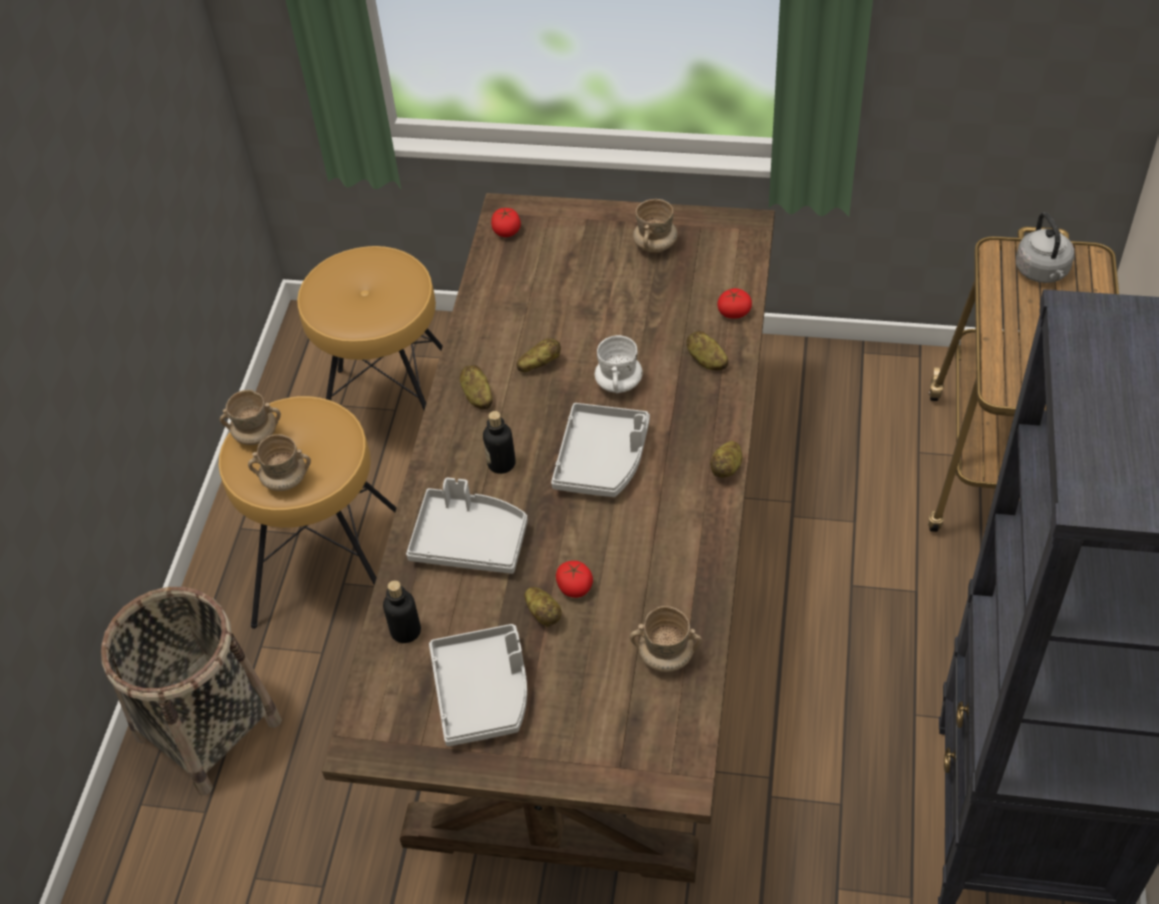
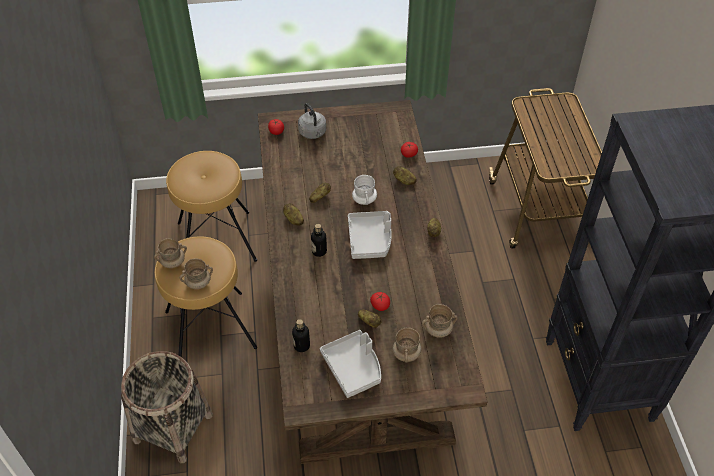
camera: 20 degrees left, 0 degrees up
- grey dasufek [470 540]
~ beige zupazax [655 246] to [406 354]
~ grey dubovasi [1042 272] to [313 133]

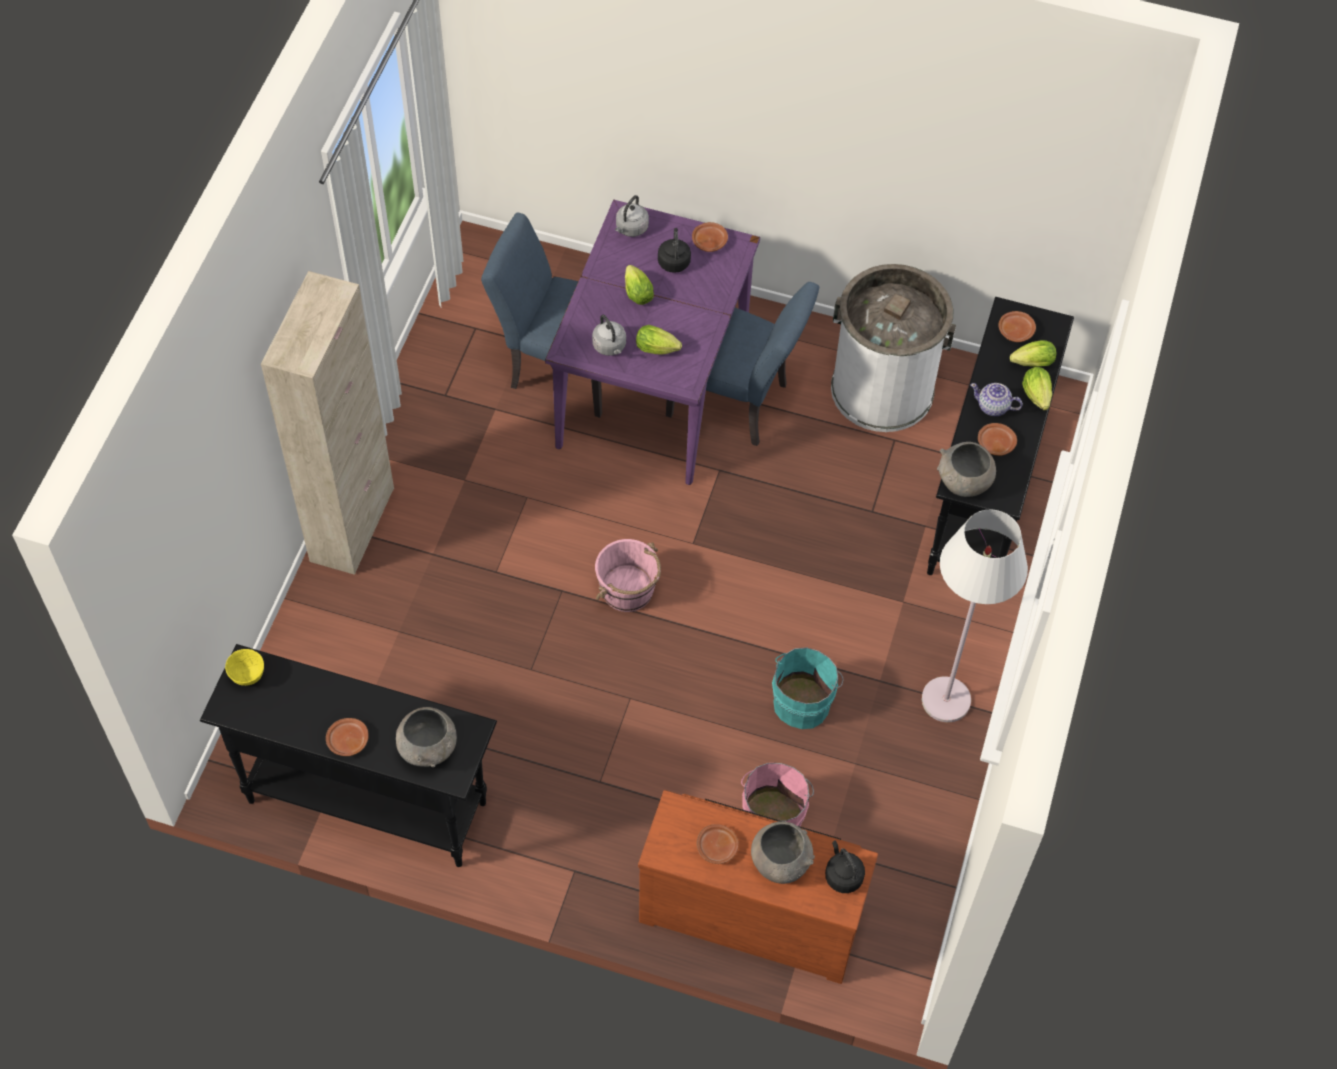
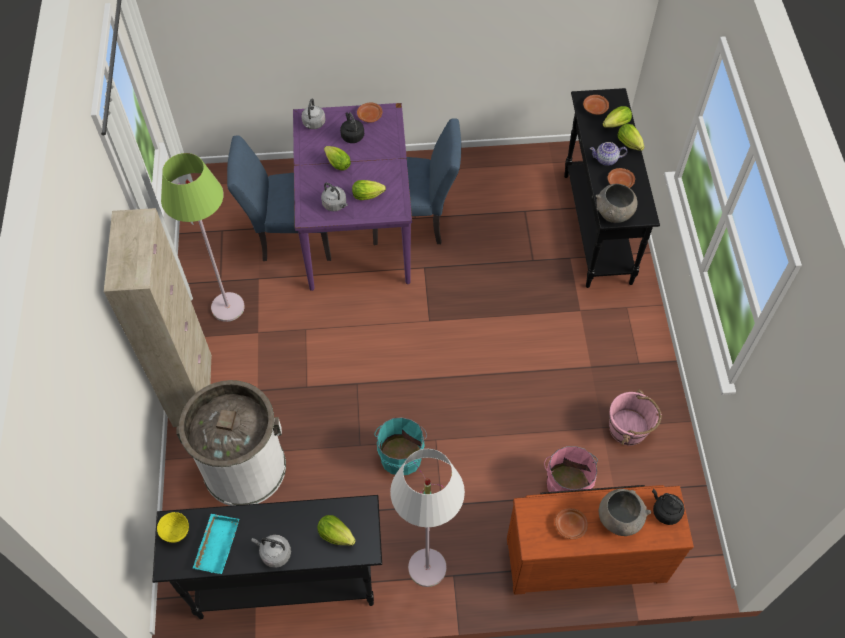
camera: 20 degrees left, 0 degrees up
~ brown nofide [347 741] to grey dubovasi [274 553]
~ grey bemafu [428 749] to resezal [338 536]
~ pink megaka [628 590] to [629 428]
~ turquoise megaka [803 701] to [401 454]
~ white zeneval [882 389] to [244 467]
~ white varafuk [945 700] to [427 568]
+ green varafuk [227 307]
+ turquoise dasufek [216 544]

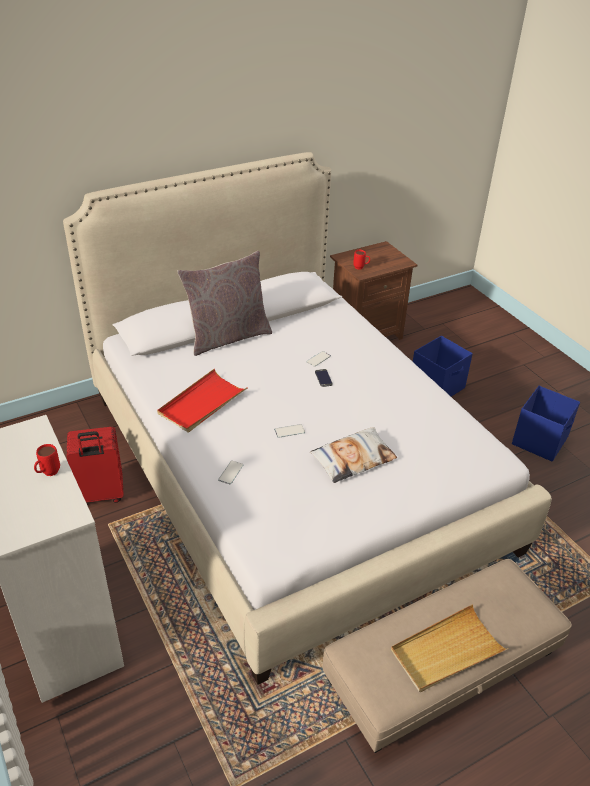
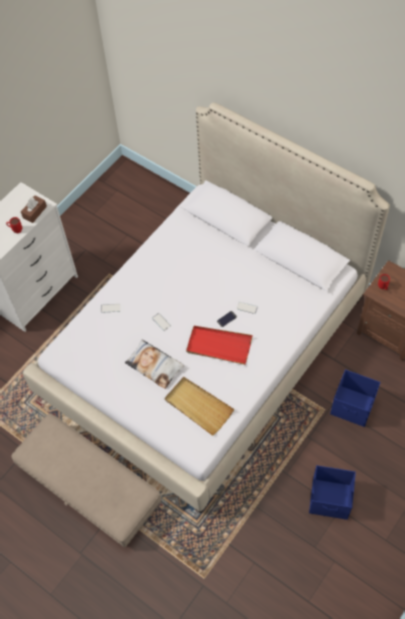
camera: 70 degrees right, 20 degrees up
- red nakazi [100 495]
~ red dasufek [202 403] to [219 346]
- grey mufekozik [227 337]
~ beige dasufek [446 651] to [198 406]
+ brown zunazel [34 212]

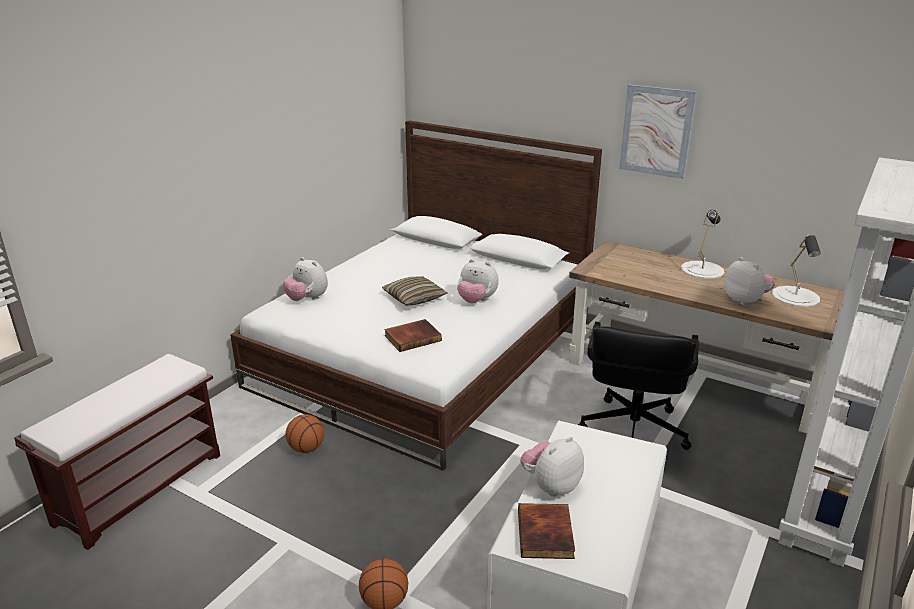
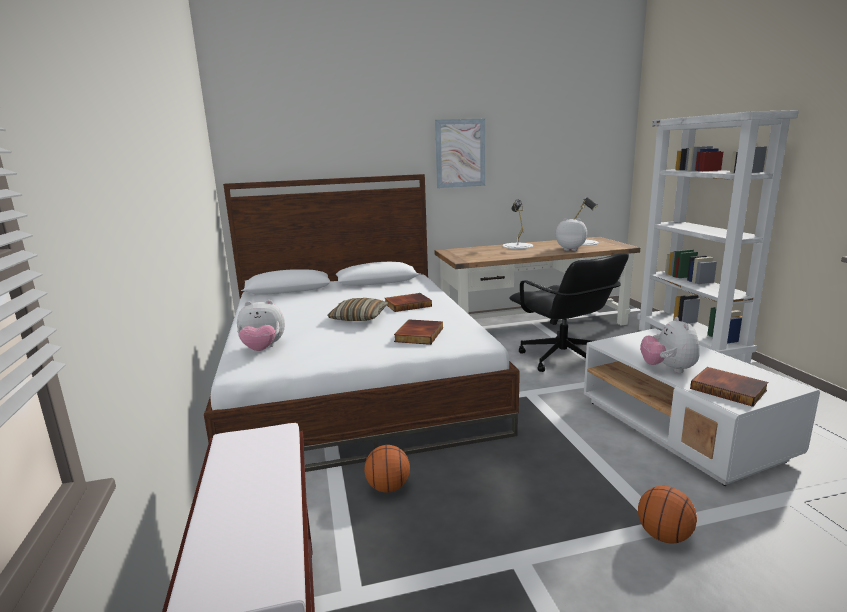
camera: 45 degrees left, 10 degrees down
~ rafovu [476 301] to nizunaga [408 304]

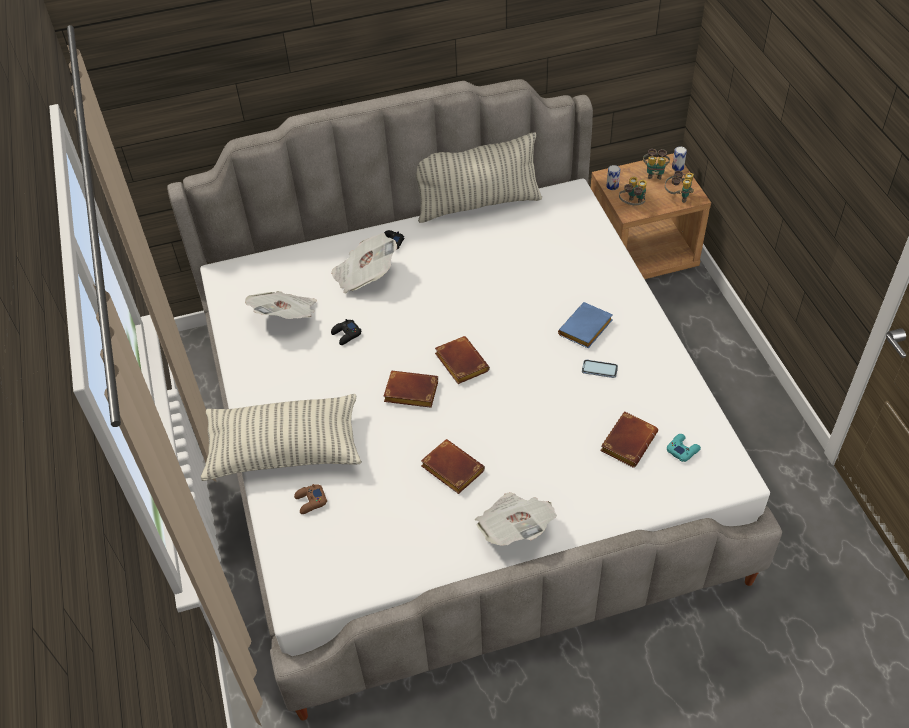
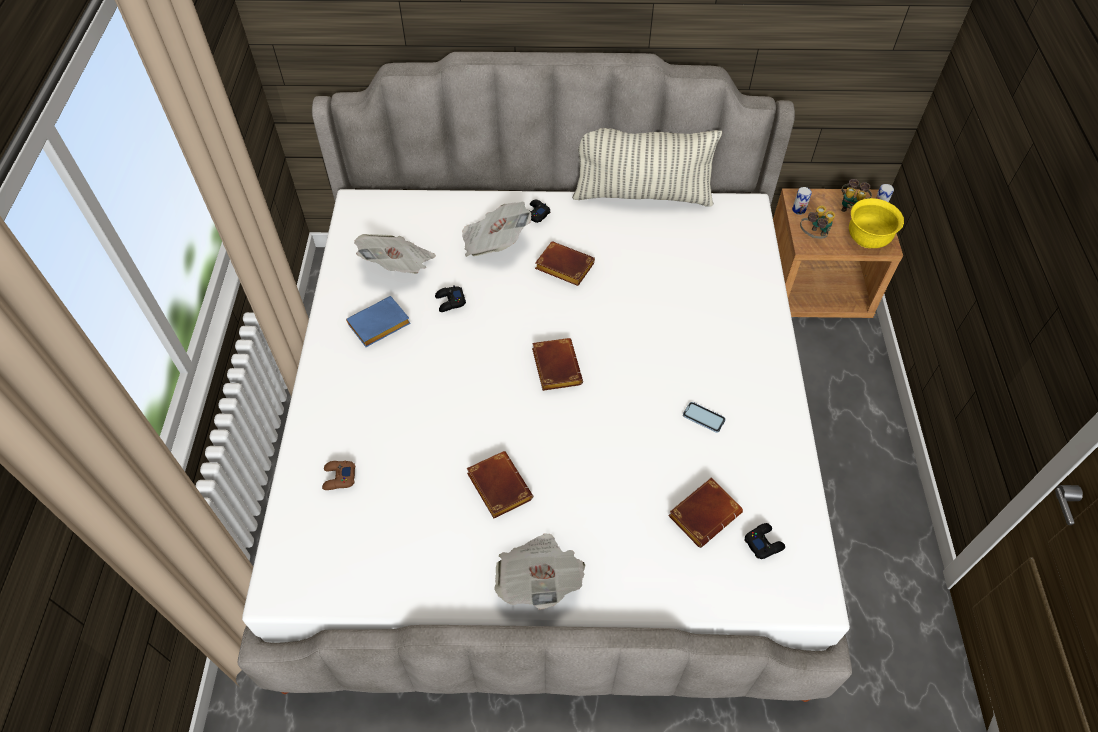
camera: 15 degrees right, 5 degrees up
- mufekozik [285 449]
~ brown nizunaga [409 393] to [562 267]
~ blue nizunaga [586 330] to [378 326]
~ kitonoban [677 196] to yellow bemafu [867 239]
~ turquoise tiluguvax [682 449] to black tiluguvax [763 543]

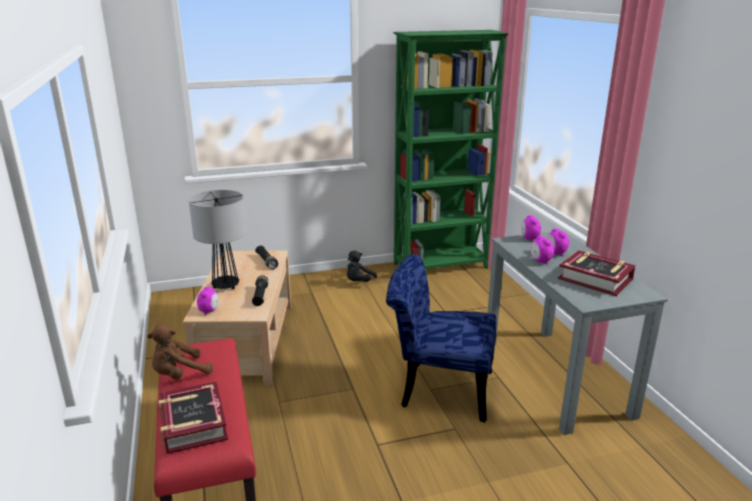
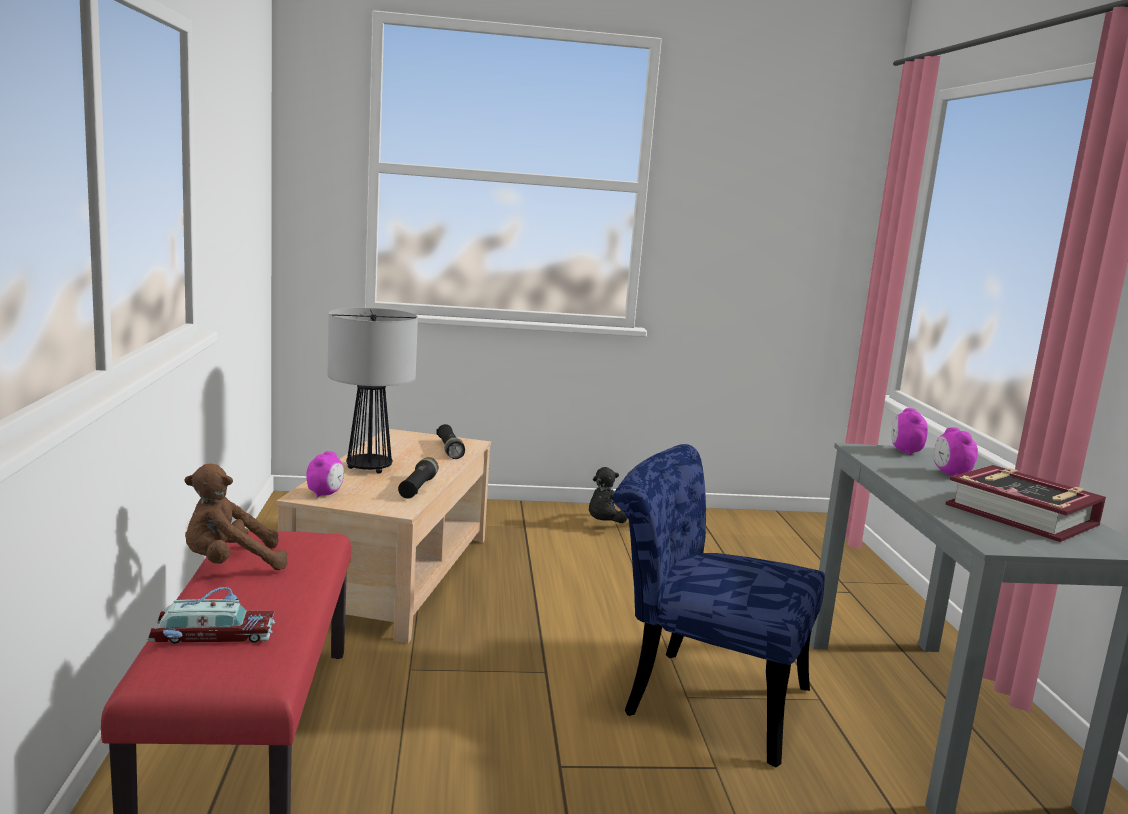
camera: 10 degrees right, 10 degrees down
~ nizunaga [193 424] to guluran [212 633]
- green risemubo [441 266]
- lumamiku [540 261]

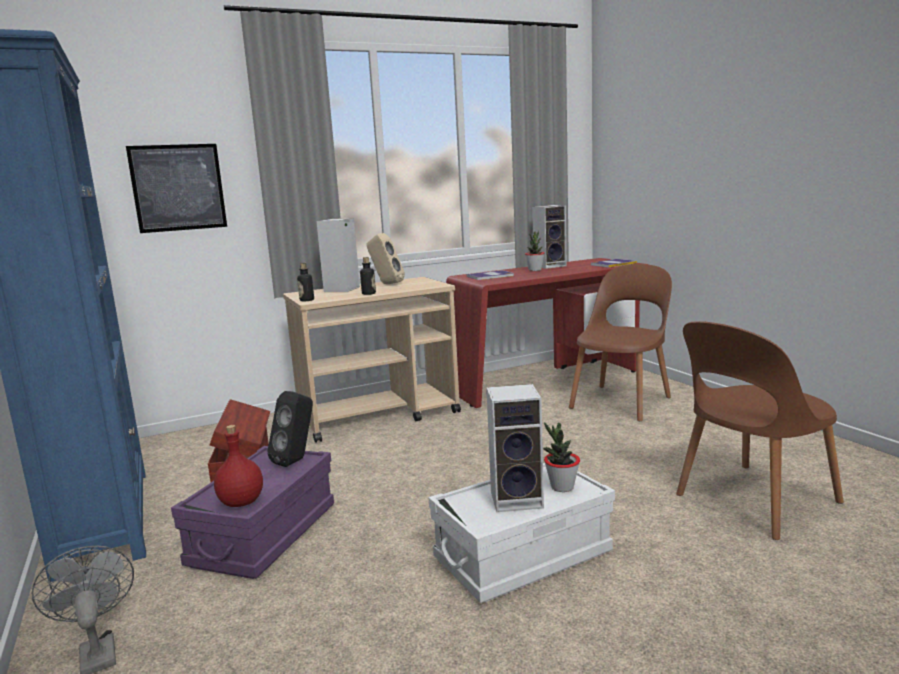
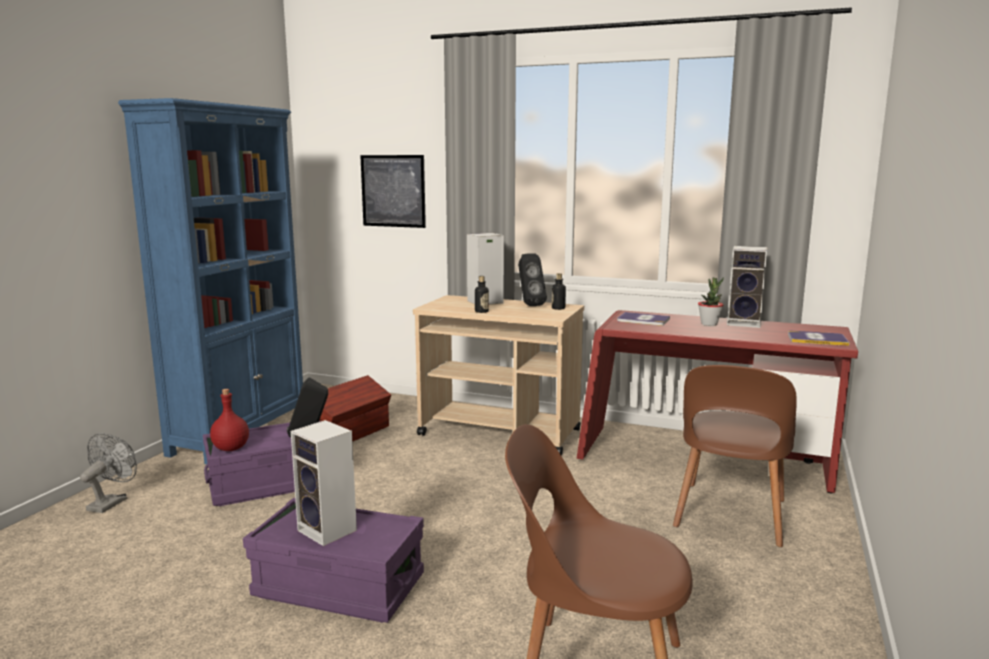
camera: 45 degrees right, 0 degrees up
~ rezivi [307 300] to [558 308]
~ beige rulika [386 284] to black rulika [529 305]
~ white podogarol [523 556] to purple podogarol [339 587]
- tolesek [562 487]
~ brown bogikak [622 401] = [729 516] 120 degrees clockwise

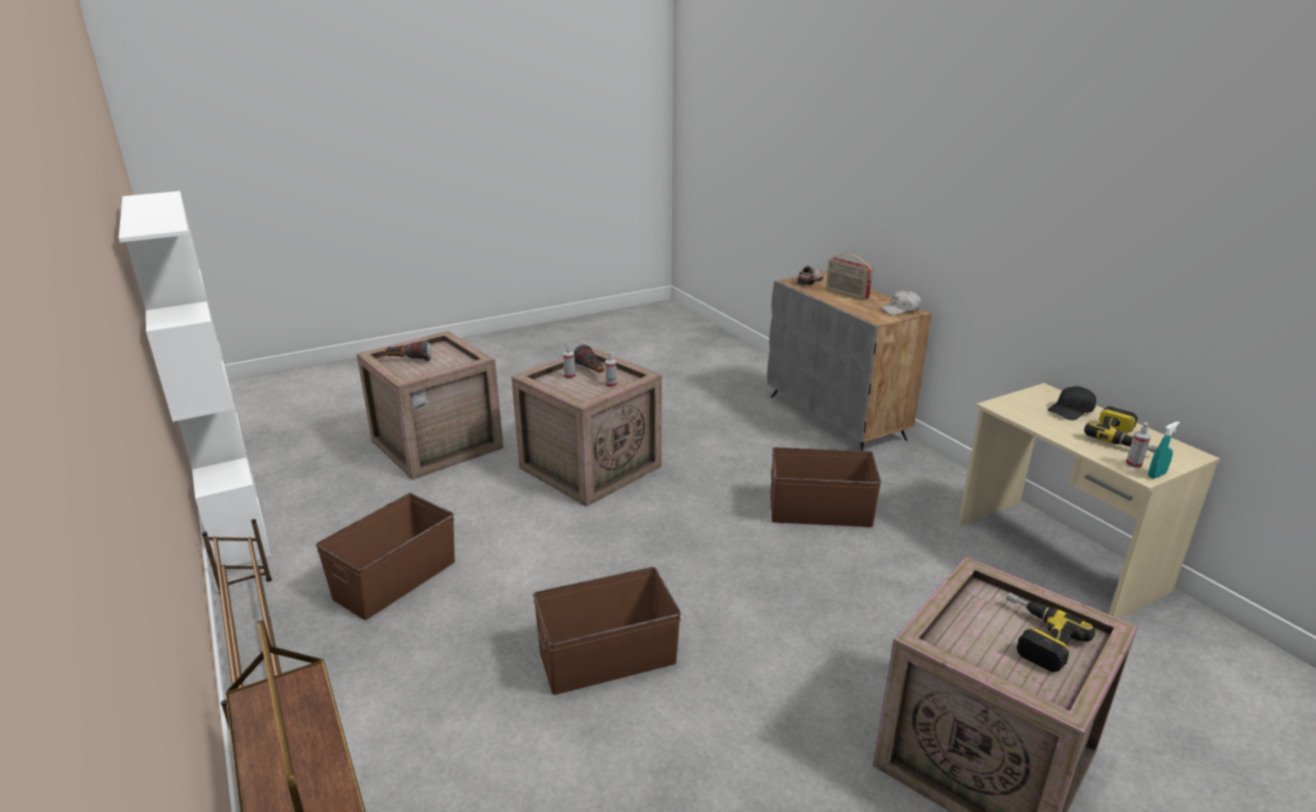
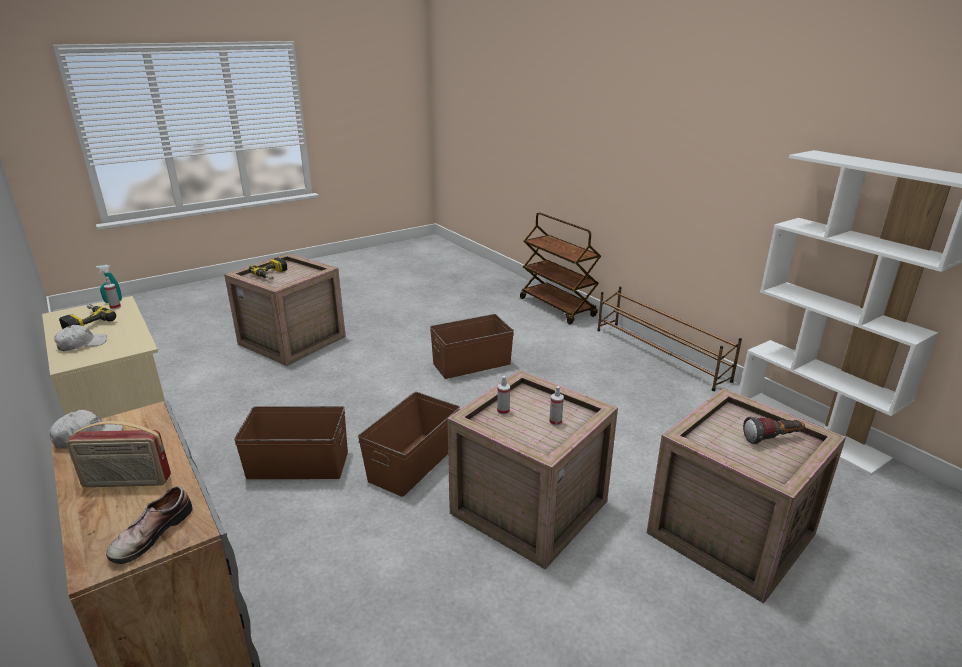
camera: 175 degrees right, 0 degrees up
~ brown podogarol [394 580] to [414 463]
- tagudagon [591 371]
~ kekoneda [846 294] = [126 482] 135 degrees clockwise
~ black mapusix [1071 410] to white mapusix [82 344]

